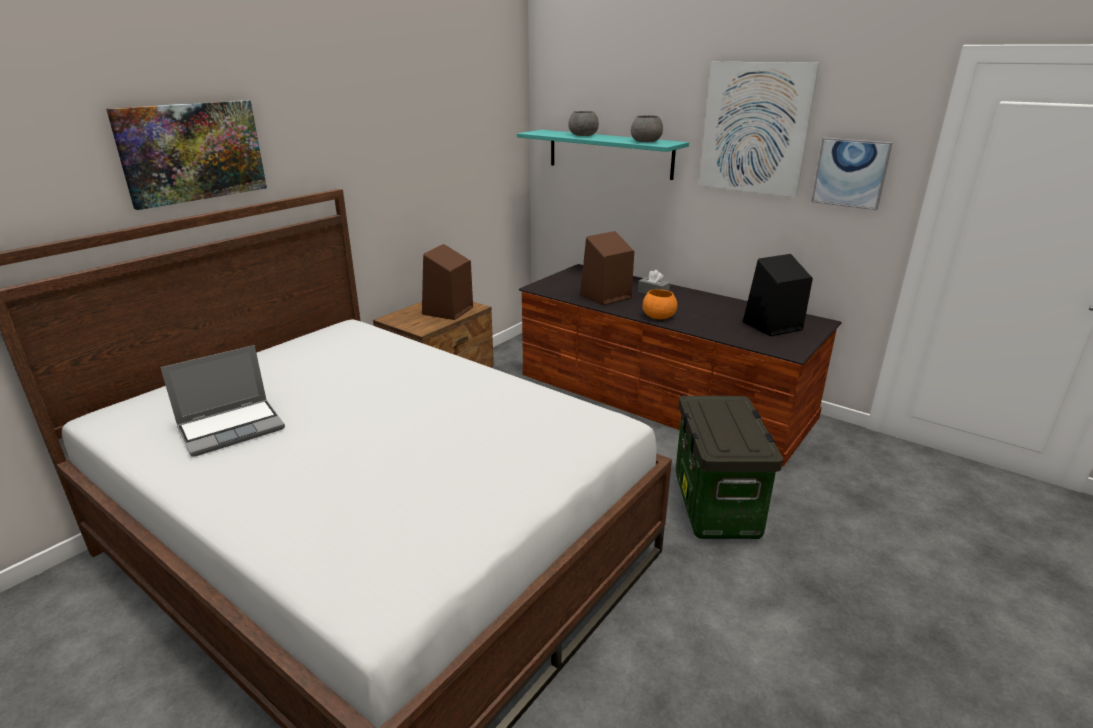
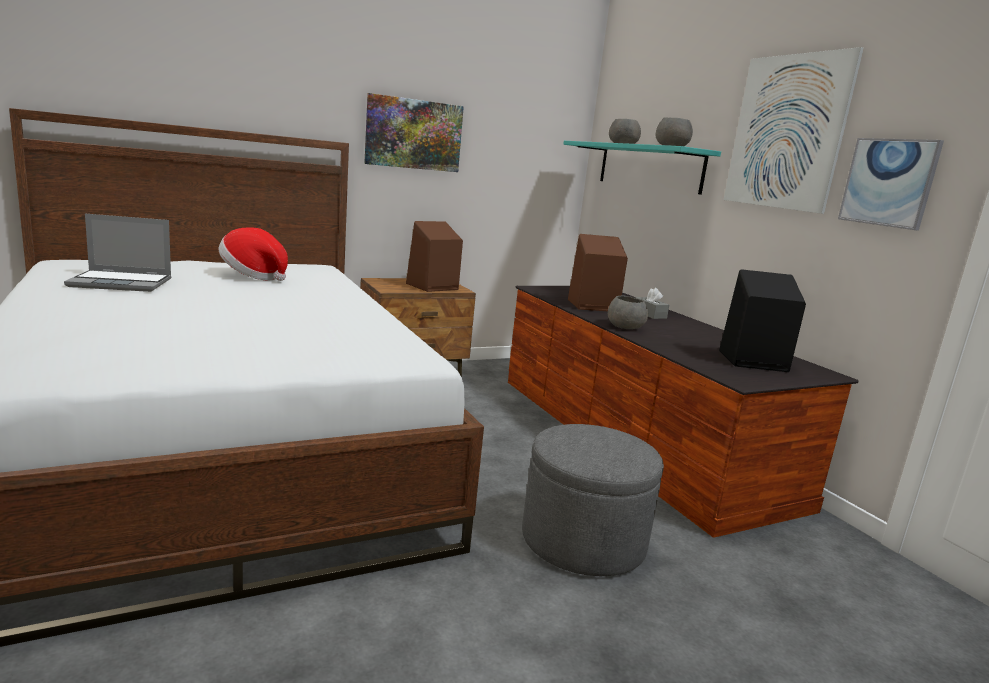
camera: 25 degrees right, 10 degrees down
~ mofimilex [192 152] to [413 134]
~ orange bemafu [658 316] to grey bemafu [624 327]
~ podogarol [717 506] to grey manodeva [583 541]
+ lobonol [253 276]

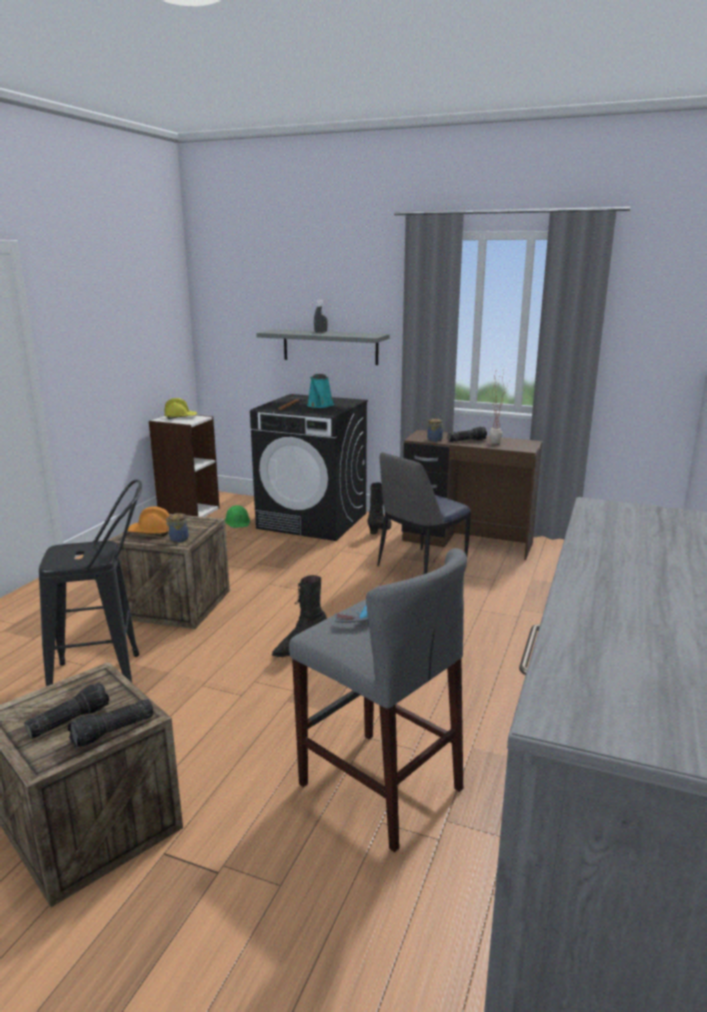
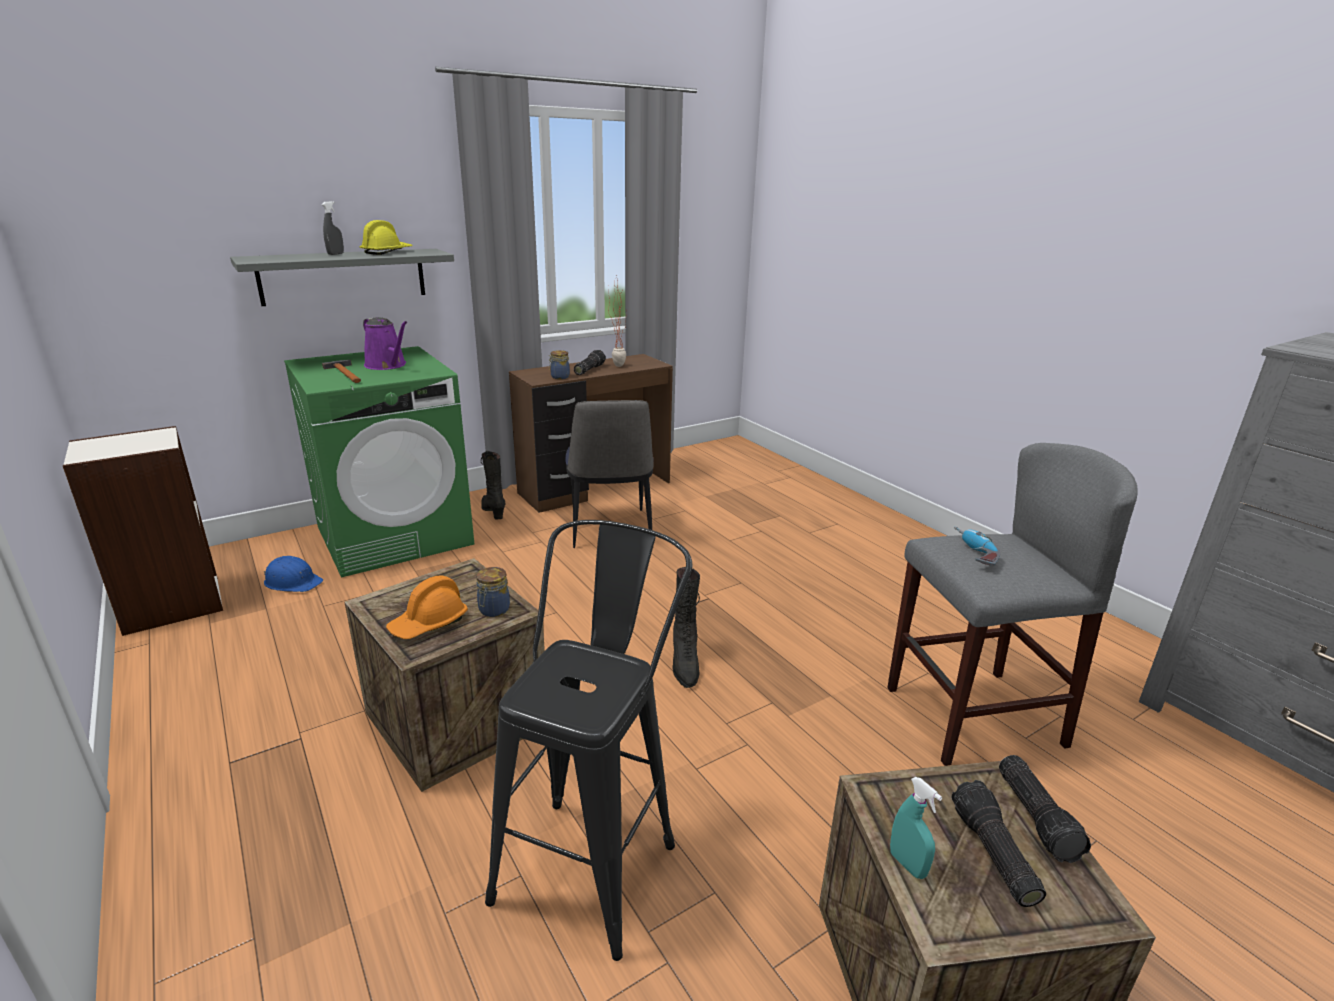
camera: 55 degrees left, 5 degrees up
~ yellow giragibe [180 417] to [387 252]
~ green giragibe [237 522] to blue giragibe [293 582]
~ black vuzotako [313 521] to green vuzotako [395 535]
~ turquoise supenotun [319 405] to purple supenotun [387 365]
+ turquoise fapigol [907 864]

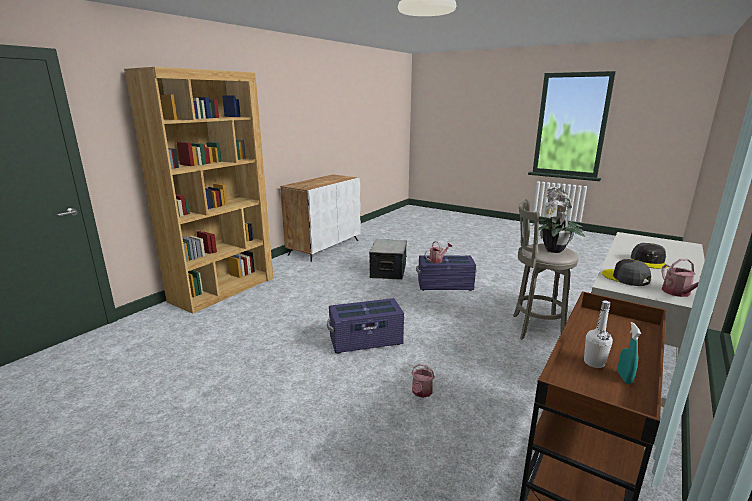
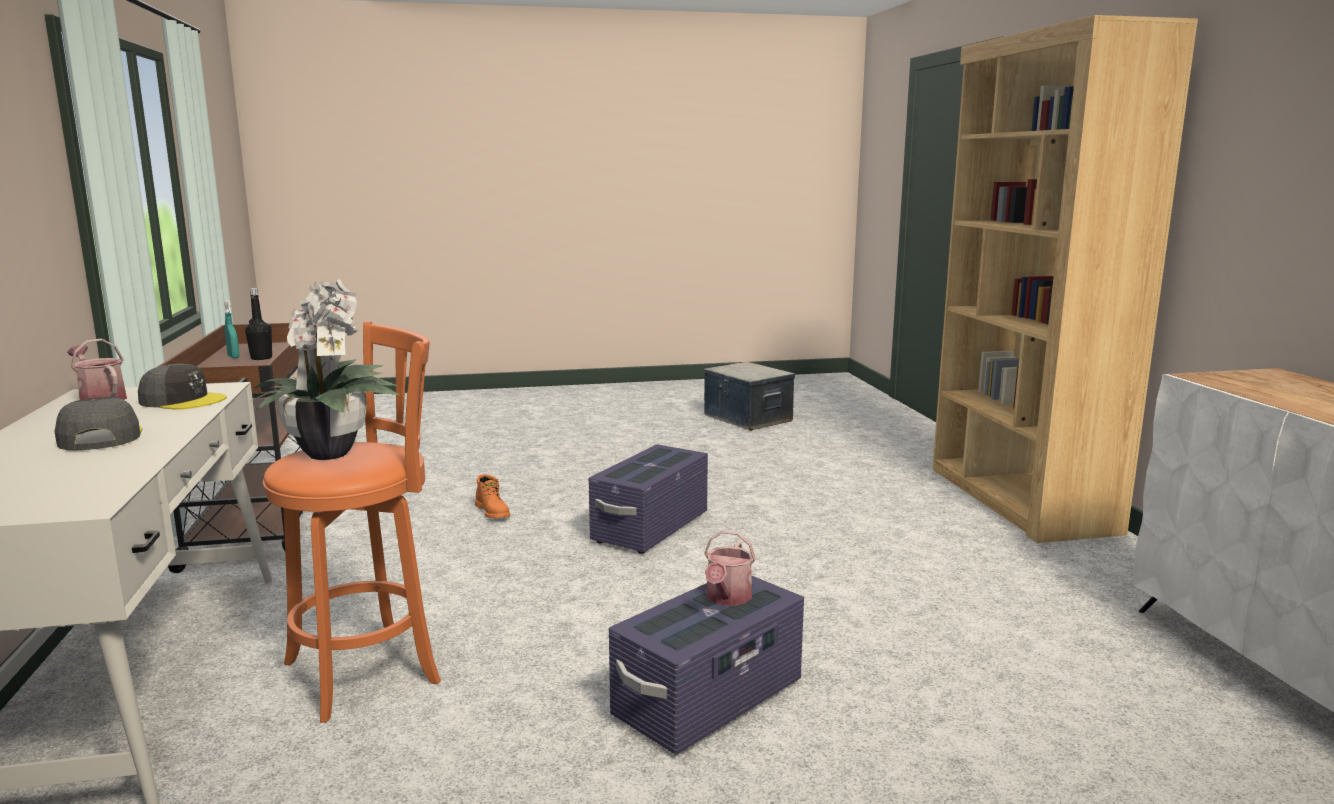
camera: 135 degrees right, 5 degrees down
~ podogarol [388 271] to [747 418]
~ supenotun [421 392] to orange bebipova [493 512]
~ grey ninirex [534 328] to orange ninirex [370 670]
~ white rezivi [594 363] to black rezivi [261 358]

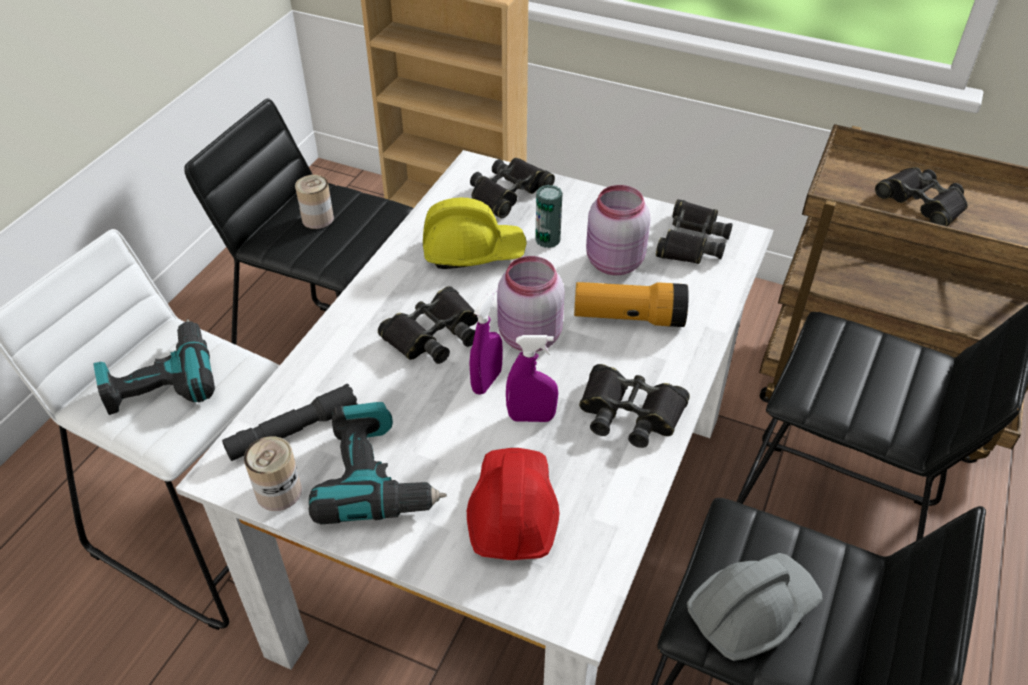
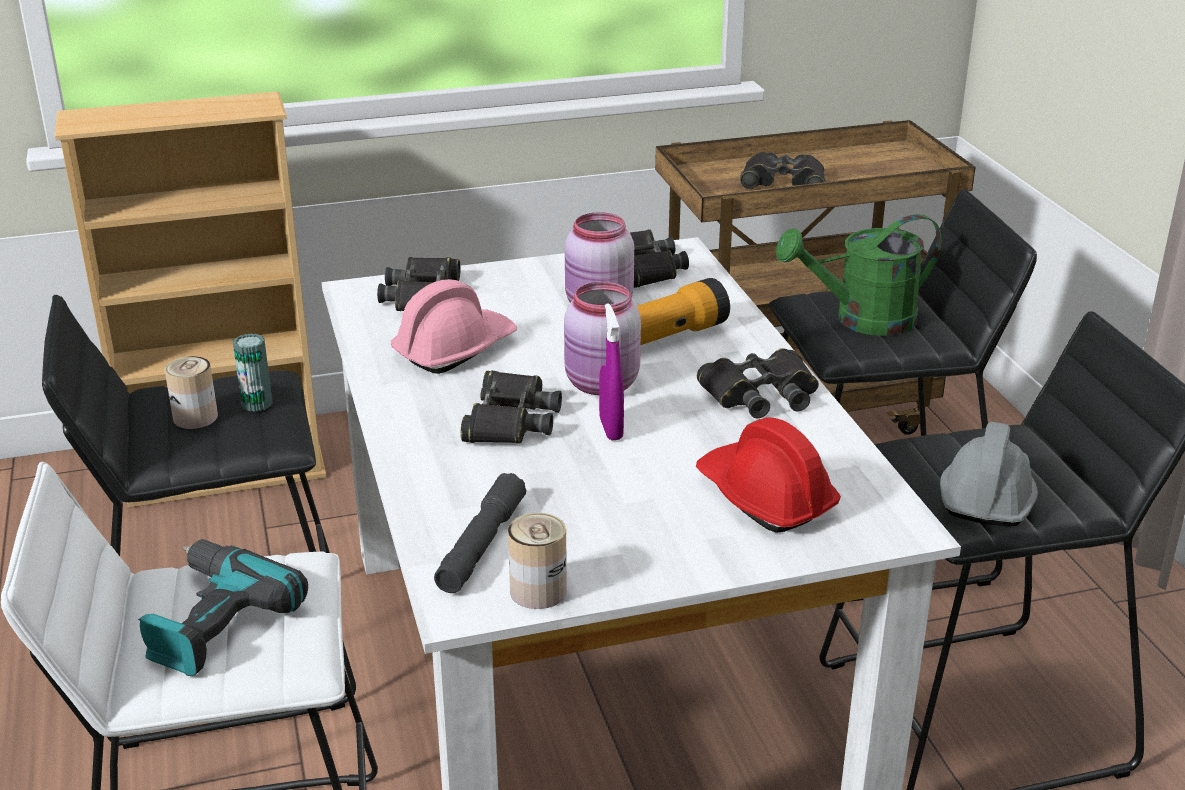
camera: 40 degrees left, 15 degrees down
- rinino [377 477]
~ yellow giragibe [473 251] to pink giragibe [454 349]
- purple fapigol [531 417]
~ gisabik [547 240] to [257 403]
+ green supenotun [861 320]

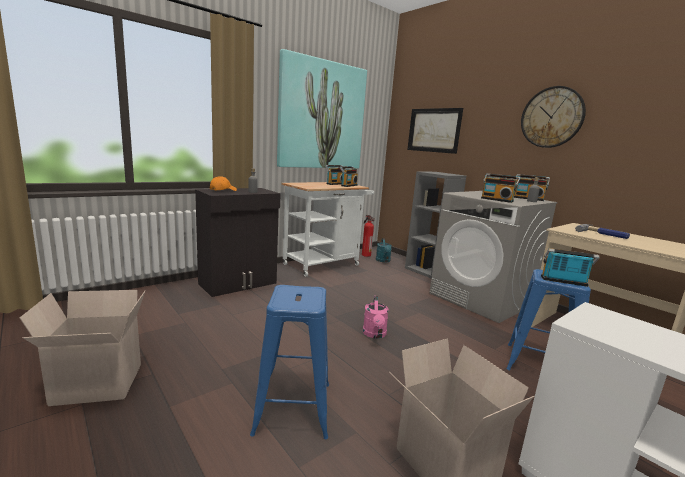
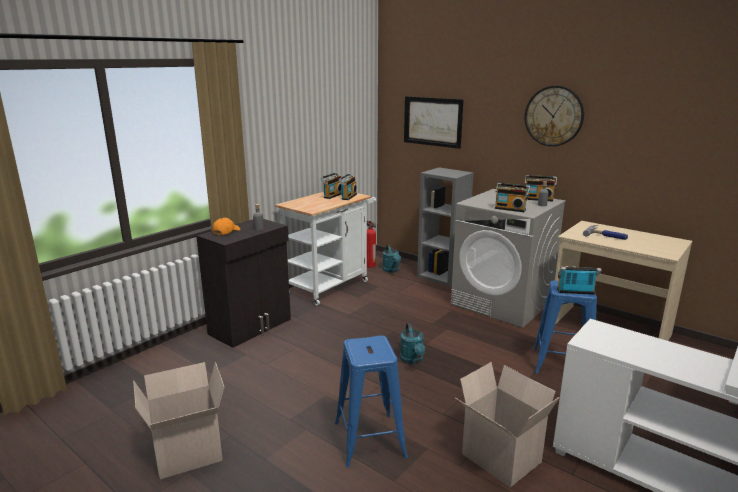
camera: 10 degrees left, 5 degrees up
- mofimilex [321 116]
~ pink supenotun [375 334] to turquoise supenotun [413 360]

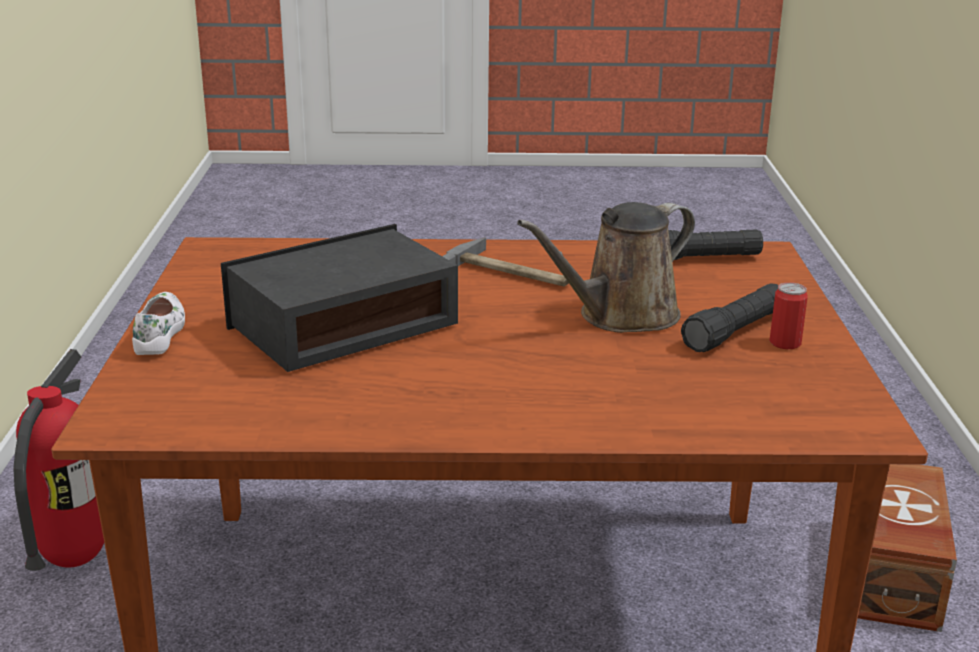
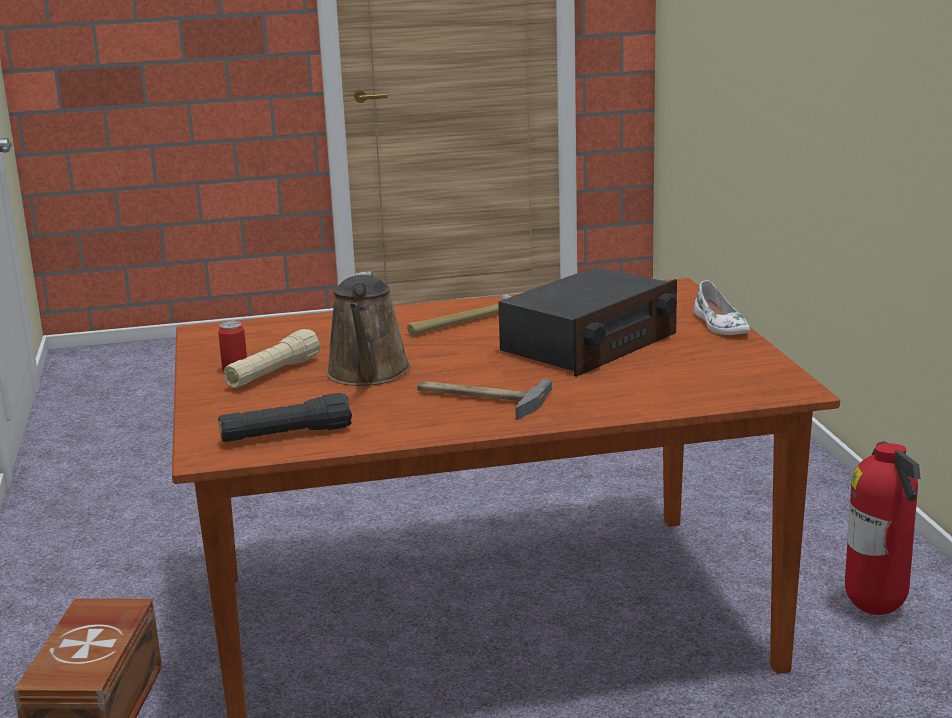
camera: 170 degrees right, 5 degrees down
~ brown supenotun [621 316] = [368 374] 135 degrees clockwise
~ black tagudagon [735 332] to beige tagudagon [273 373]
+ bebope [467 321]

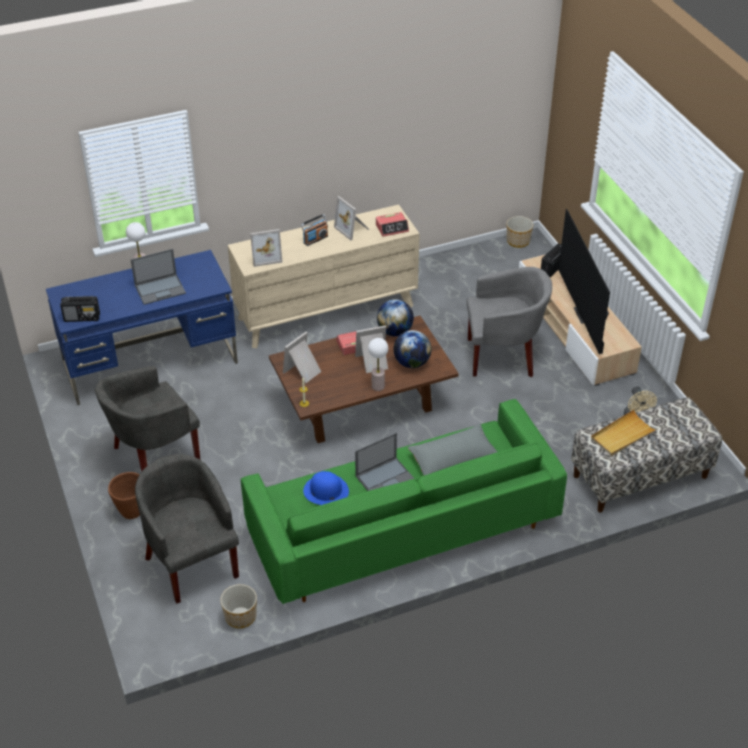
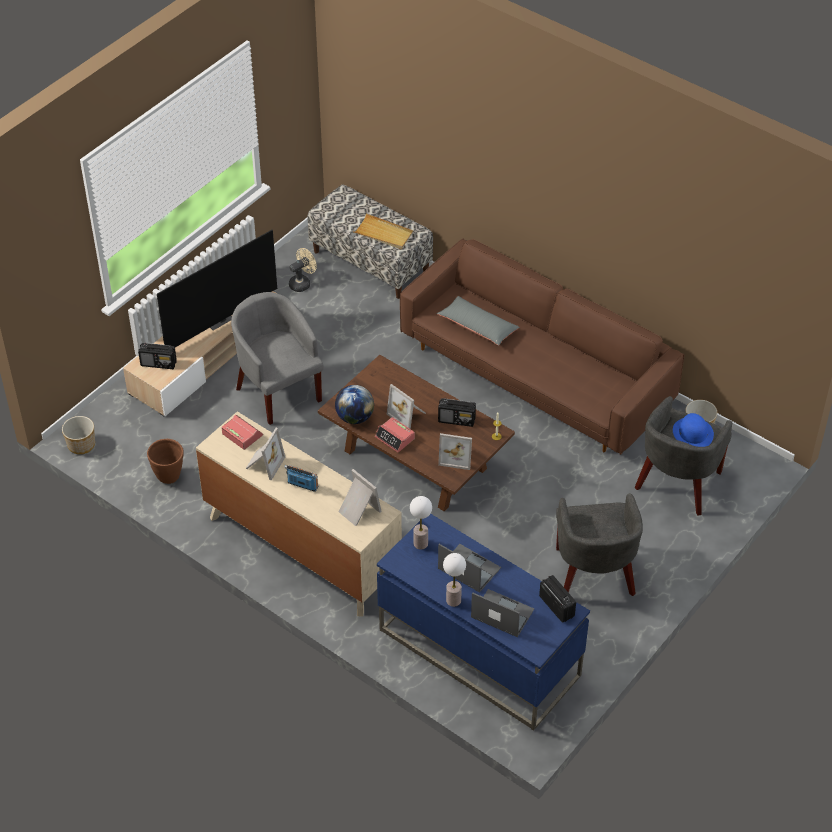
camera: 120 degrees left, 5 degrees up
~ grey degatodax [154 456] = [593 575] 60 degrees clockwise
~ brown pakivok [131 511] to [169 476]
~ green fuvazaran [402 528] to brown fuvazaran [536 374]
~ blue lobonol [325 491] to [693 433]
~ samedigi [385 477] to [501 613]
~ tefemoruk [378 386] to [421 543]
- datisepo [412 363]
+ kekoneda [457 420]

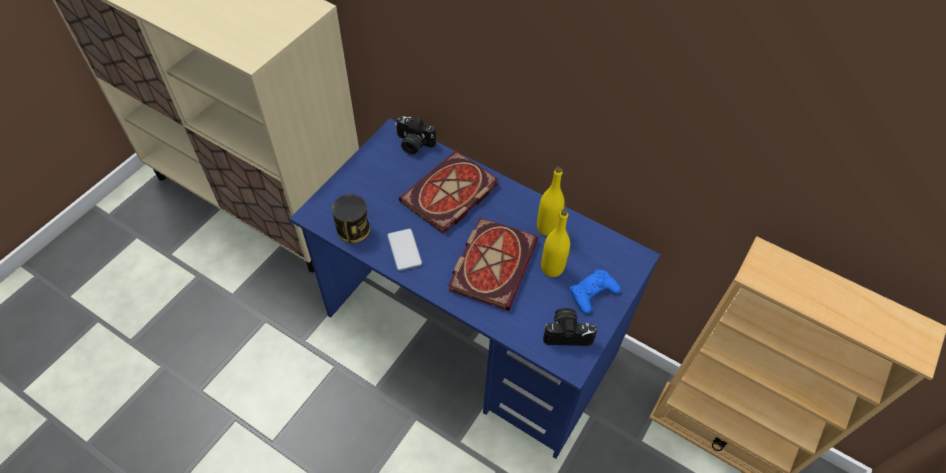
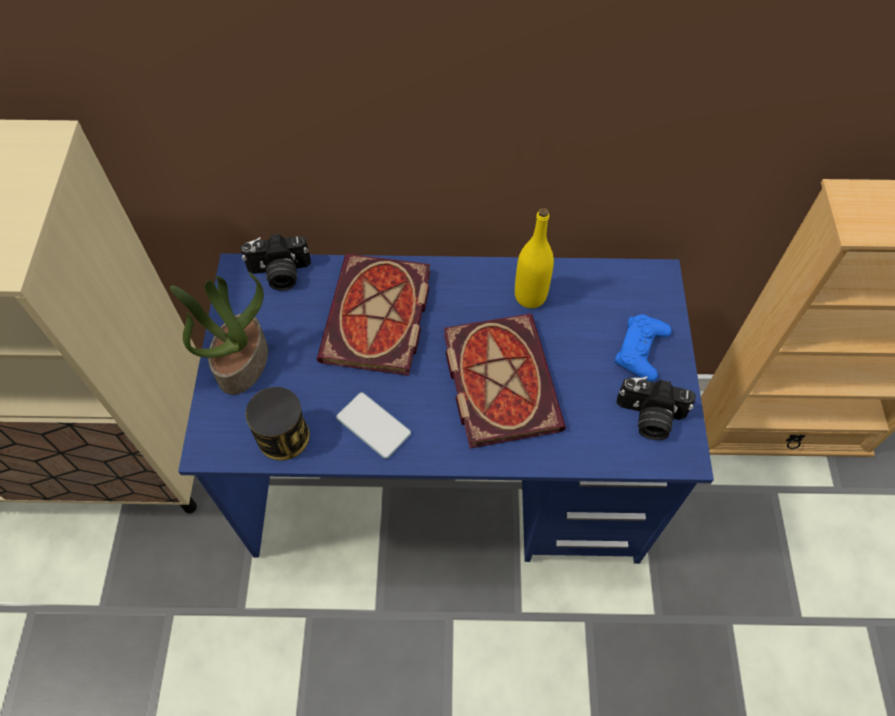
camera: 30 degrees left, 5 degrees up
- yellow rezivi [552 268]
~ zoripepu [567 333] = [649 418] 135 degrees counterclockwise
+ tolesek [242 362]

